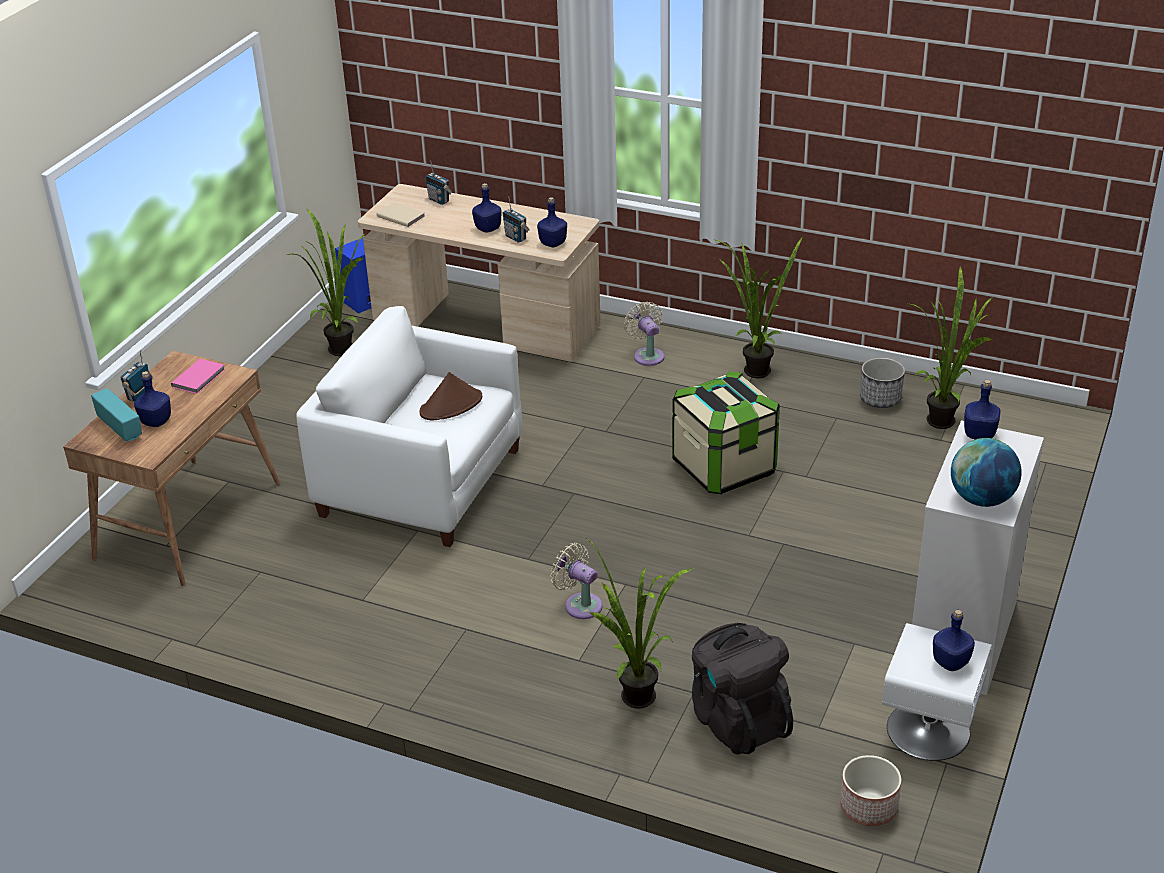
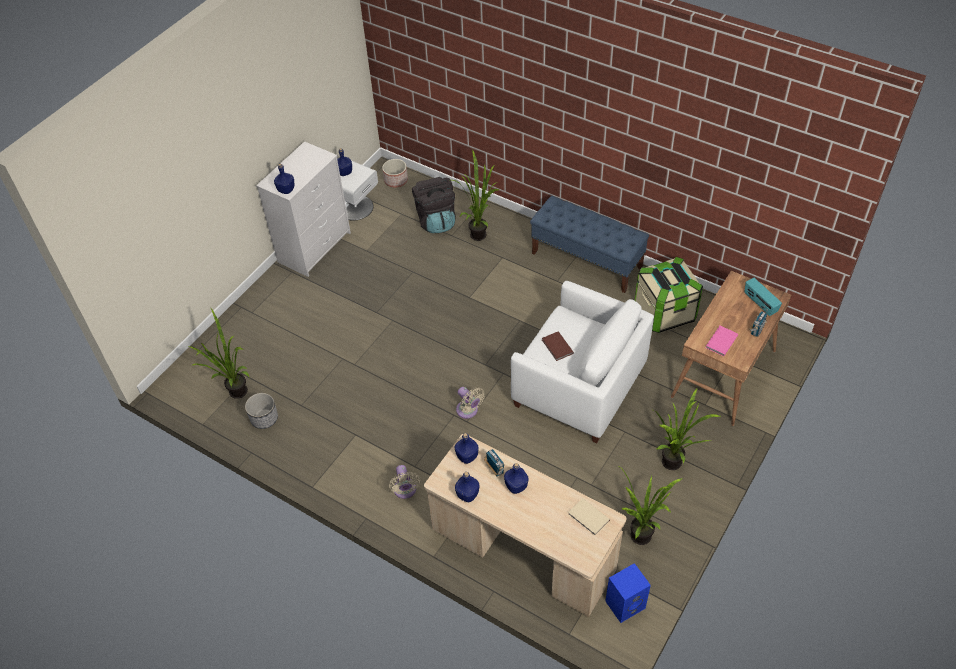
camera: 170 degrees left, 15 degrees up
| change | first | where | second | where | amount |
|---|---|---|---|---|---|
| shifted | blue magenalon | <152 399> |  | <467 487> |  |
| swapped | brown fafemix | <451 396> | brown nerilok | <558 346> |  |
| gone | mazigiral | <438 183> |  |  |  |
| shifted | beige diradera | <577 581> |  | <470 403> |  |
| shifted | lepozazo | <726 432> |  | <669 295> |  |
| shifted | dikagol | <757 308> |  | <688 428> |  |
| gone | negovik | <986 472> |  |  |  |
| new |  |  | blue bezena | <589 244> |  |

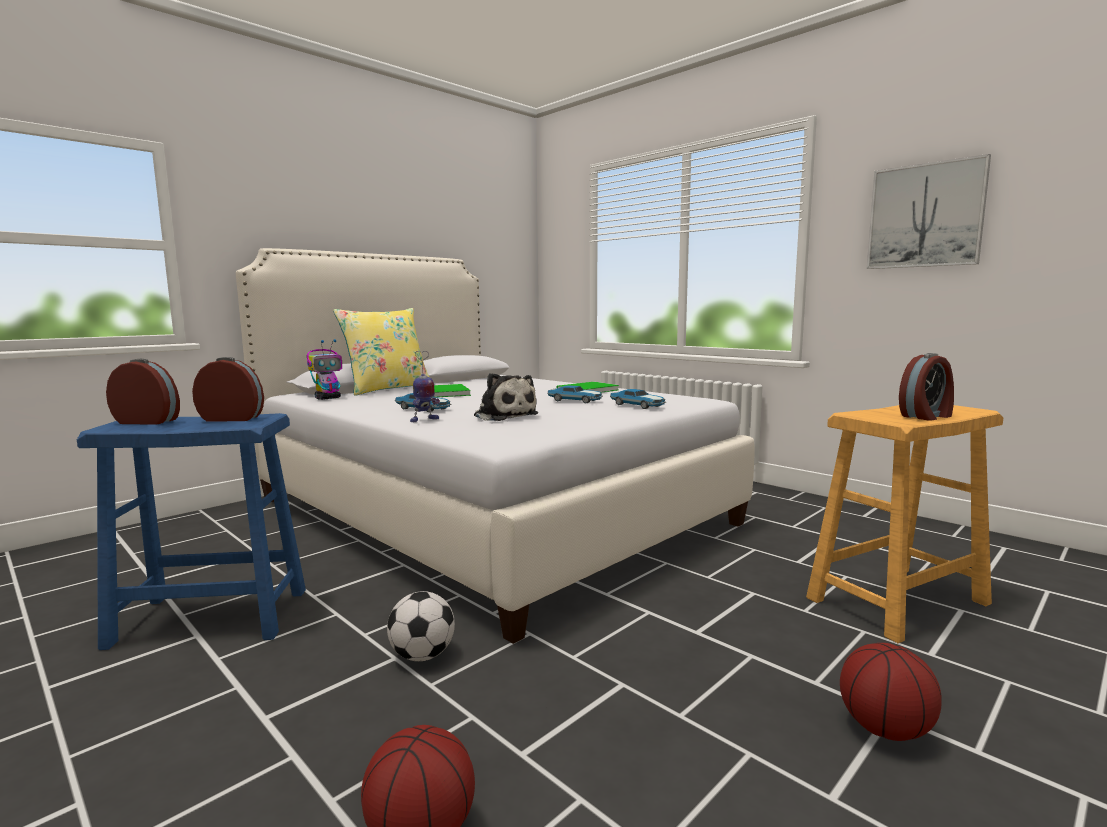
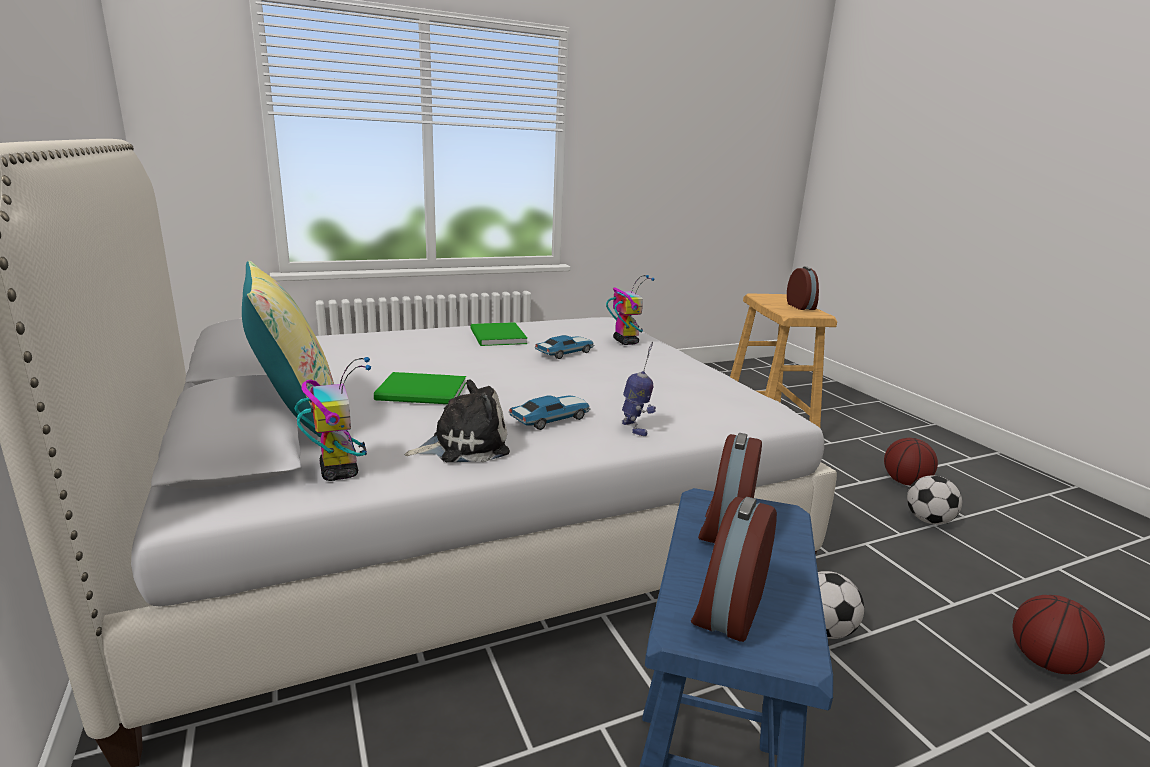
camera: 70 degrees left, 10 degrees up
| change | first | where | second | where | amount |
|---|---|---|---|---|---|
| shifted | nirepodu | <506 397> |  | <457 420> |  |
| swapped | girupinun | <638 399> | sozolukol | <630 310> |  |
| gone | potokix | <929 211> |  |  |  |
| new |  |  | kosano | <934 500> |  |

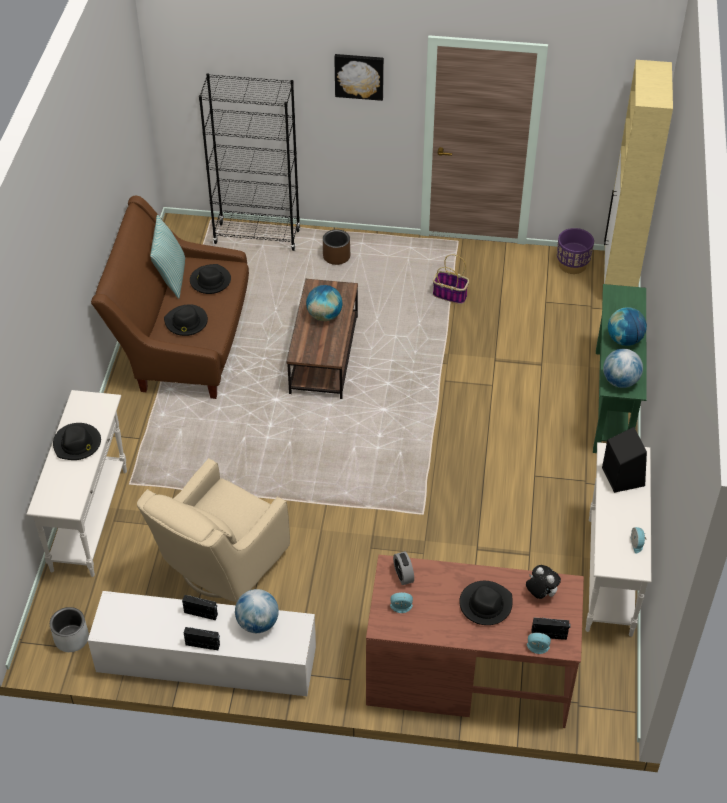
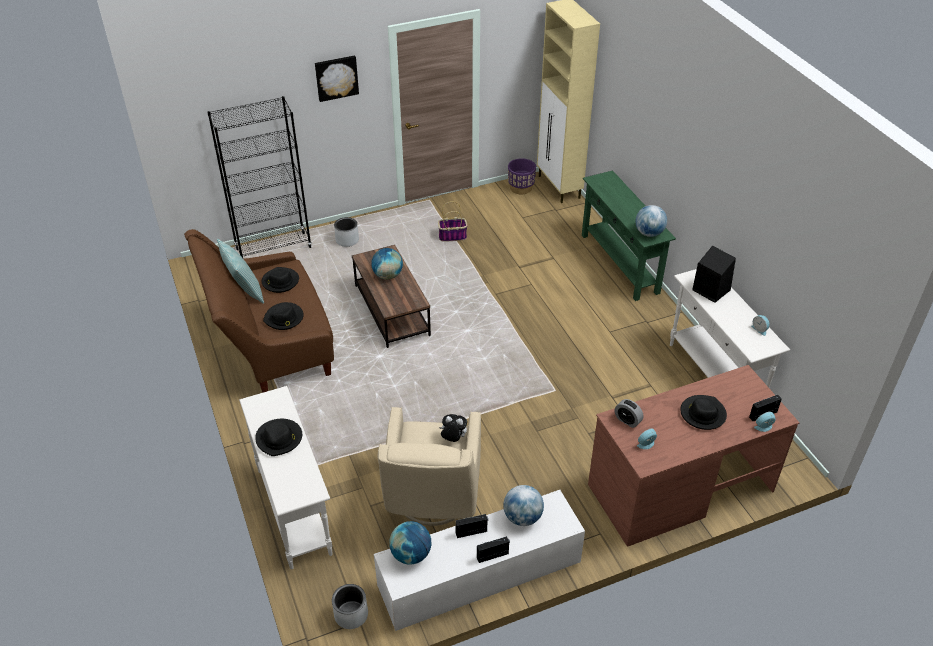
camera: 30 degrees left, 5 degrees down
| change | first | where | second | where | amount |
|---|---|---|---|---|---|
| repainted | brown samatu | <336 247> | grey samatu | <346 232> |  |
| shifted | nirepodu | <543 582> |  | <453 428> |  |
| shifted | negovik | <627 326> |  | <410 543> |  |

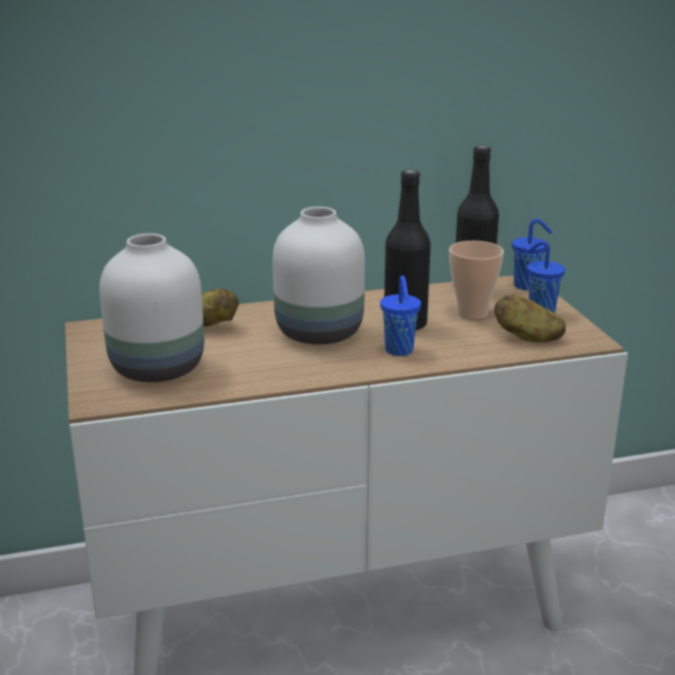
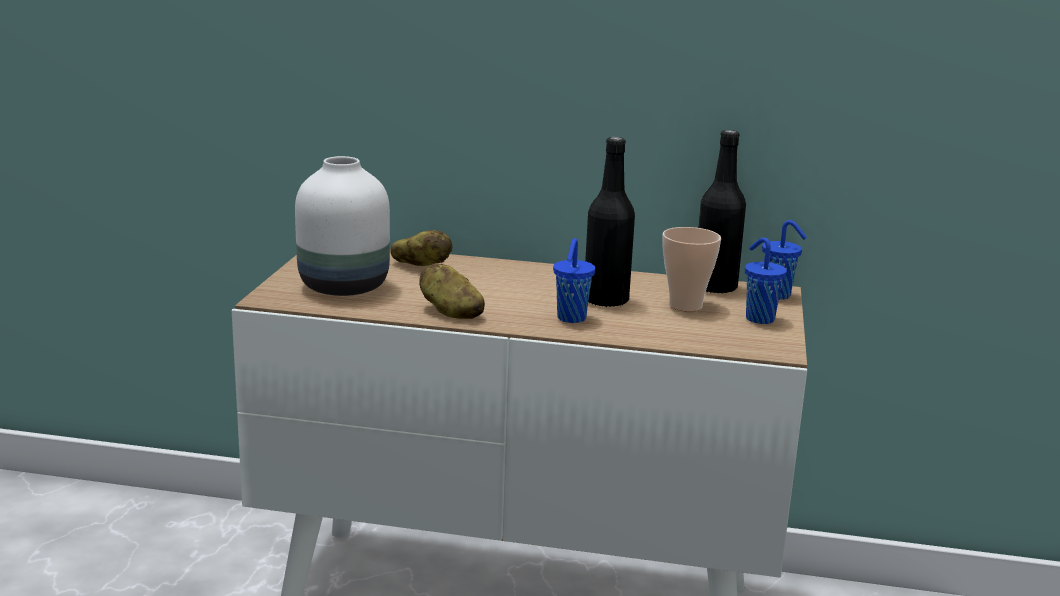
camera: 25 degrees right, 5 degrees down
| change | first | where | second | where | amount |
|---|---|---|---|---|---|
| gone | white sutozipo | <319 276> |  |  |  |
| shifted | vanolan | <530 319> |  | <452 291> |  |

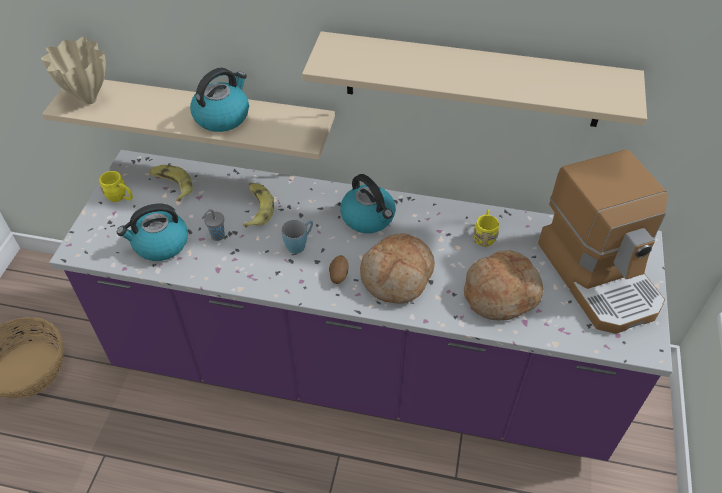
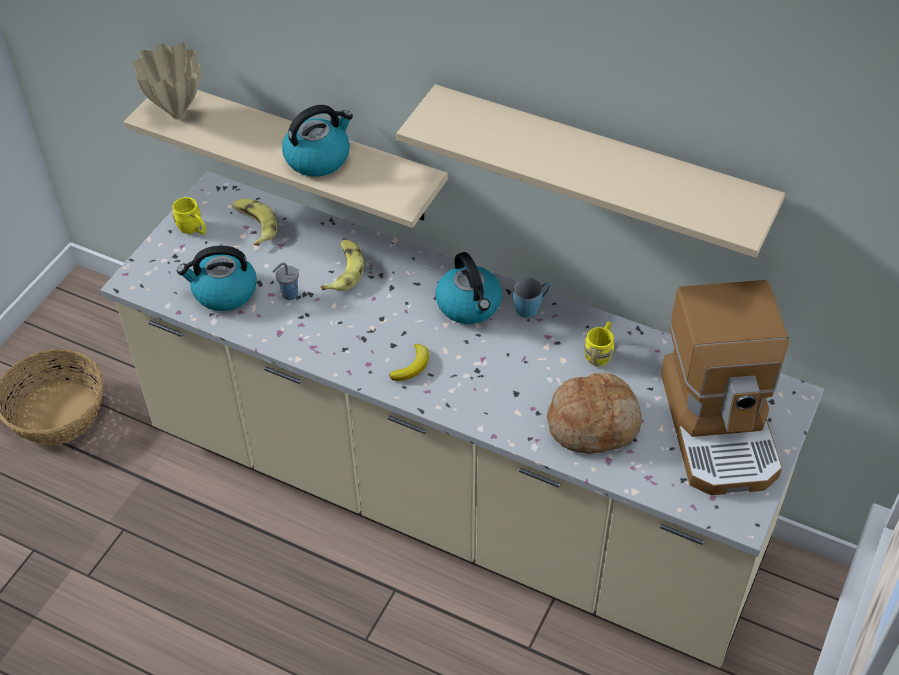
camera: 15 degrees right, 0 degrees up
| change | first | where | second | where | amount |
|---|---|---|---|---|---|
| repainted | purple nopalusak | <360 305> | beige nopalusak | <462 419> |  |
| shifted | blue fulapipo | <297 237> |  | <532 298> |  |
| swapped | vanolan | <339 269> | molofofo | <409 362> |  |
| gone | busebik | <397 268> |  |  |  |

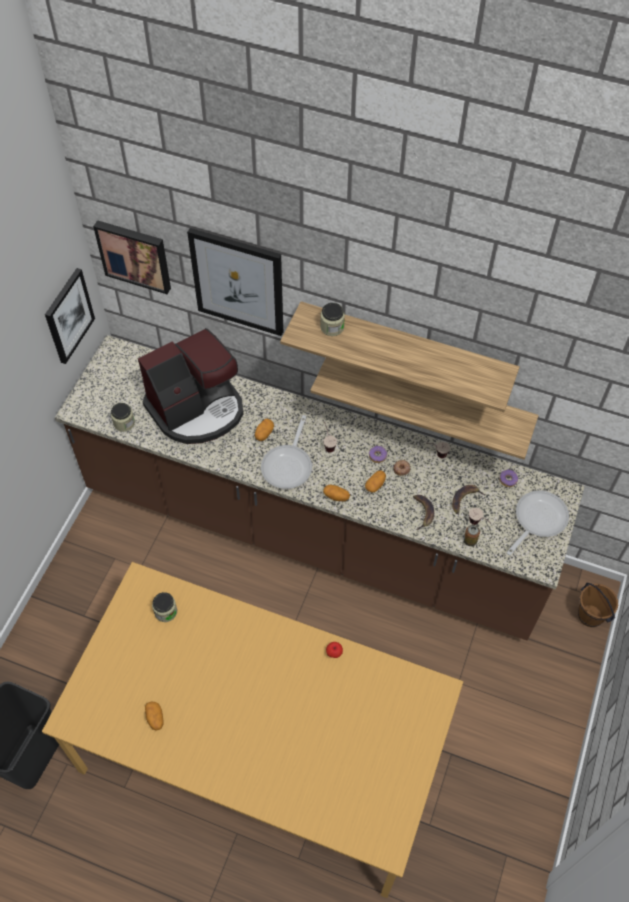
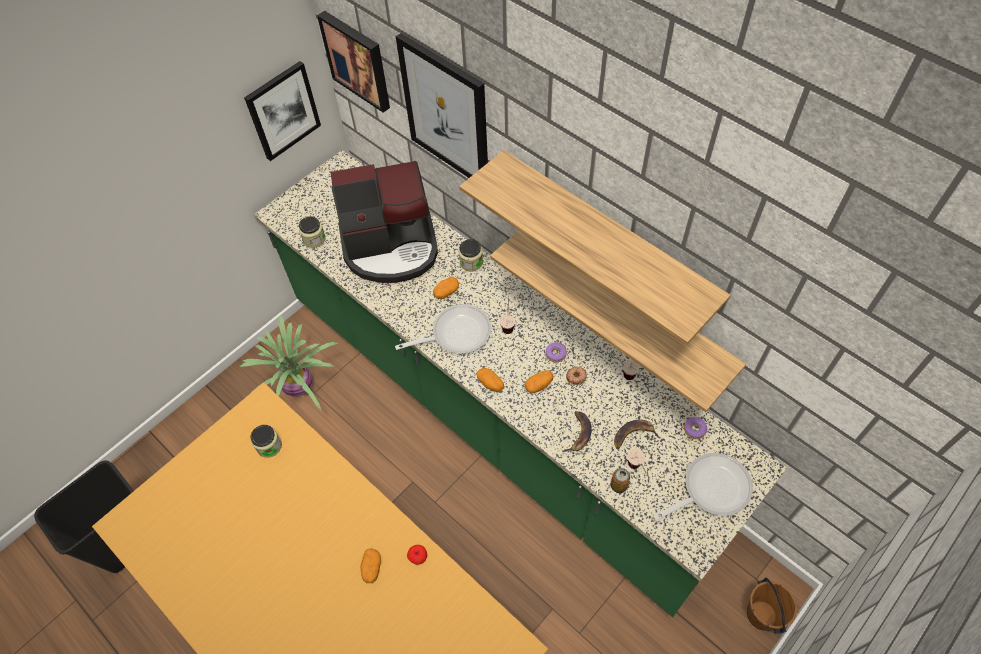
camera: 25 degrees right, 0 degrees up
| change | first | where | second | where | amount |
|---|---|---|---|---|---|
| repainted | brown nopalusak | <320 488> | green nopalusak | <520 383> |  |
| shifted | vanolan | <154 716> |  | <370 565> |  |
| rotated | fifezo | <286 452> |  | <443 328> | 150 degrees counterclockwise |
| shifted | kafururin | <332 319> |  | <471 255> |  |
| new |  |  | dikagol | <289 362> |  |

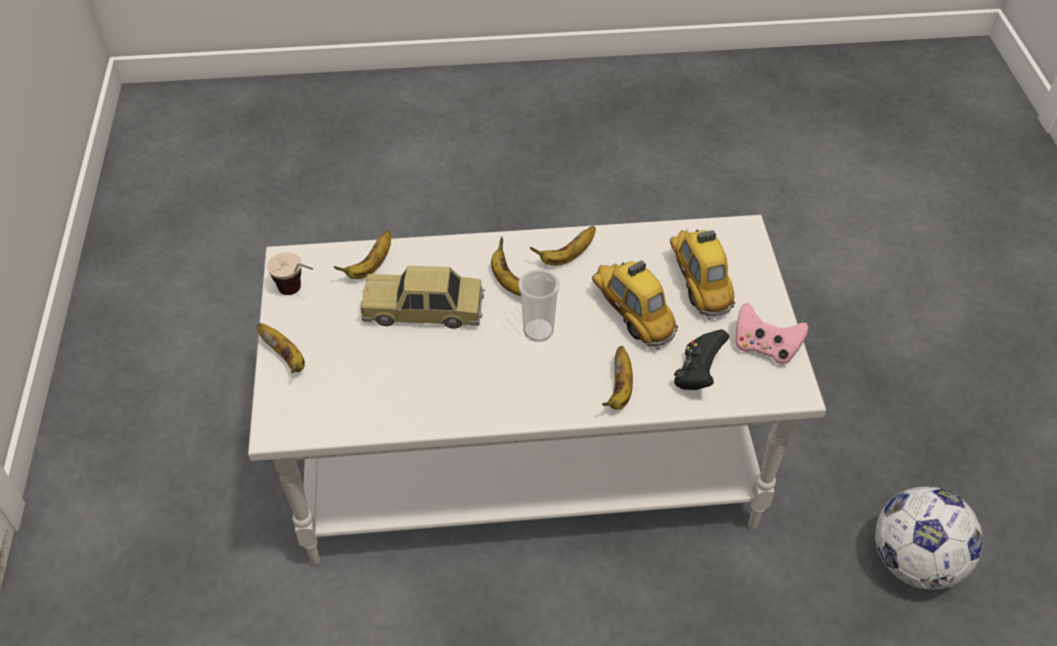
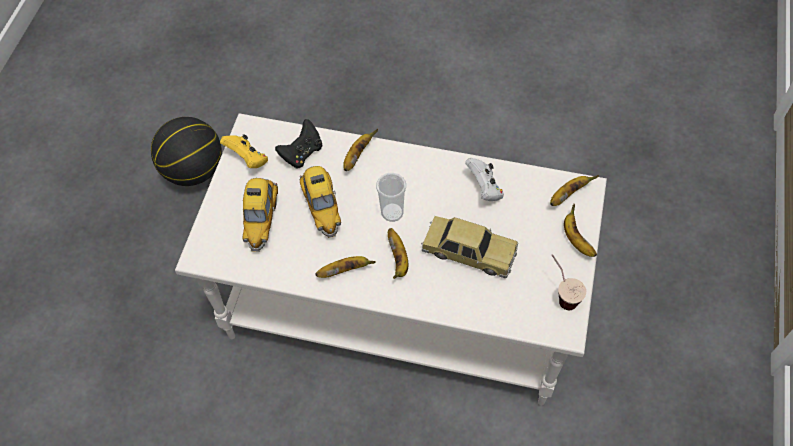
camera: 160 degrees left, 10 degrees up
| change | first | where | second | where | amount |
|---|---|---|---|---|---|
| shifted | molofofo | <362 254> |  | <574 190> |  |
| repainted | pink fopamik | <771 334> | yellow fopamik | <244 151> |  |
| swapped | kosano | <929 538> | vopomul | <186 151> |  |
| new |  |  | white fopamik | <484 179> |  |

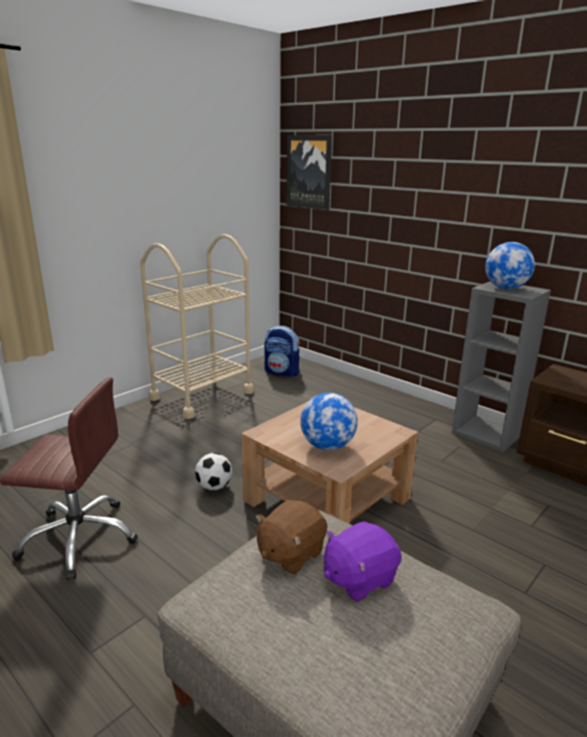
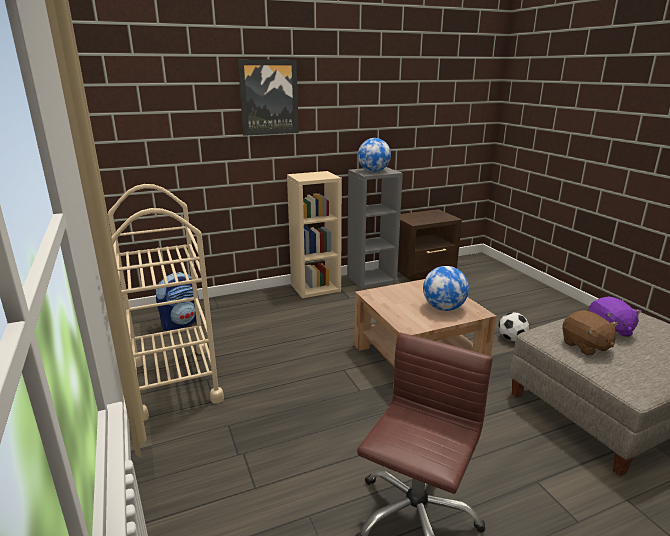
camera: 65 degrees left, 0 degrees up
| change | first | where | second | where | amount |
|---|---|---|---|---|---|
| shifted | kosano | <213 471> |  | <514 326> |  |
| shifted | potokix | <309 172> |  | <268 97> |  |
| new |  |  | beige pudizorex | <314 234> |  |

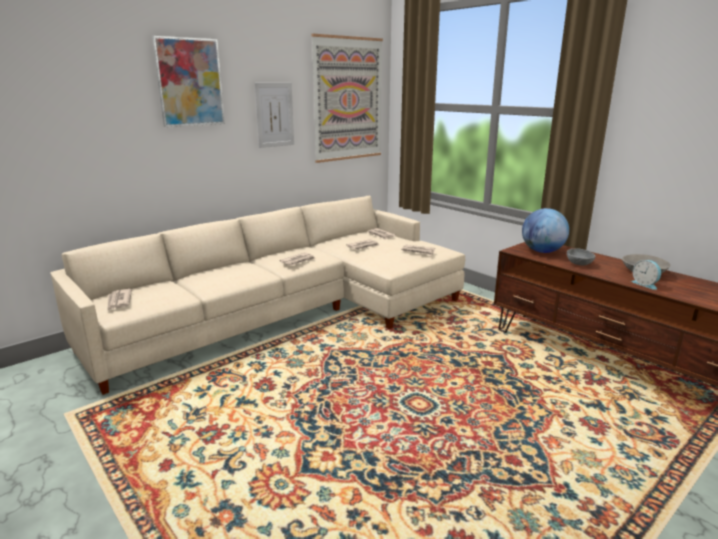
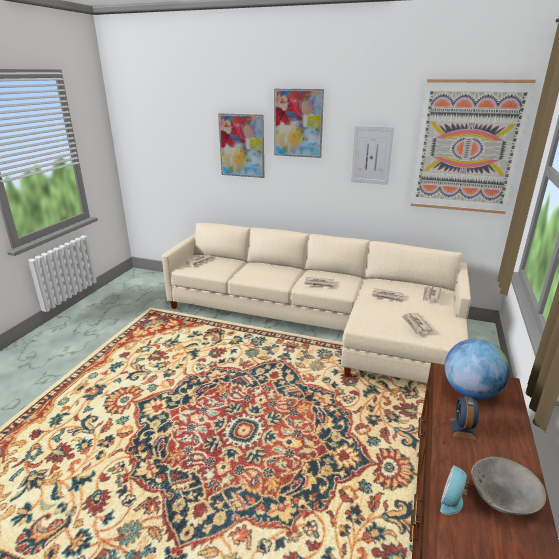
camera: 60 degrees right, 5 degrees up
| change | first | where | second | where | amount |
|---|---|---|---|---|---|
| swapped | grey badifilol | <581 256> | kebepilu | <464 418> |  |
| new |  |  | potokix | <241 145> |  |

